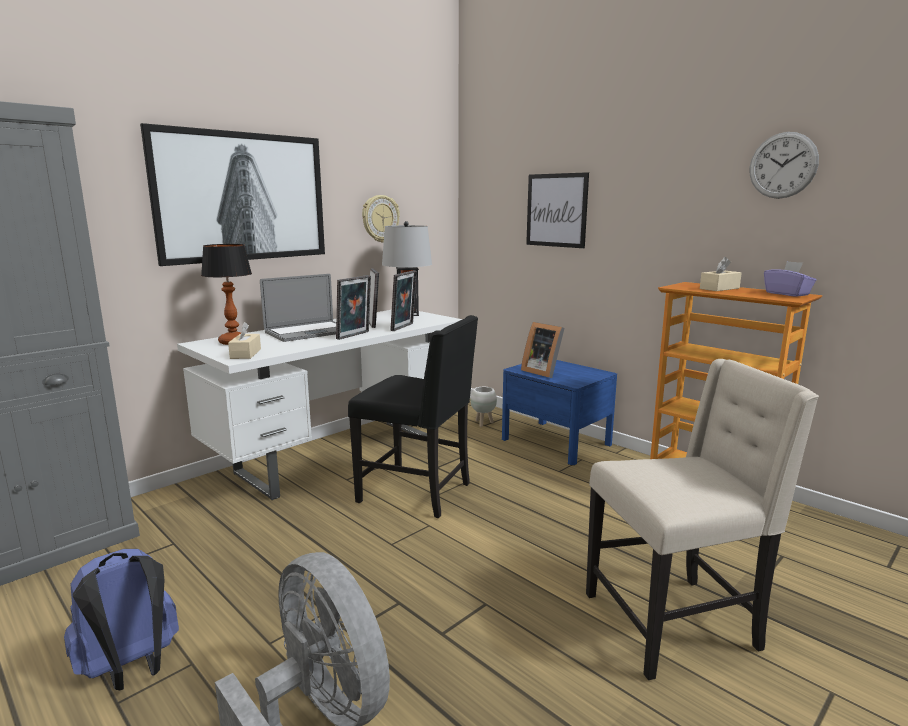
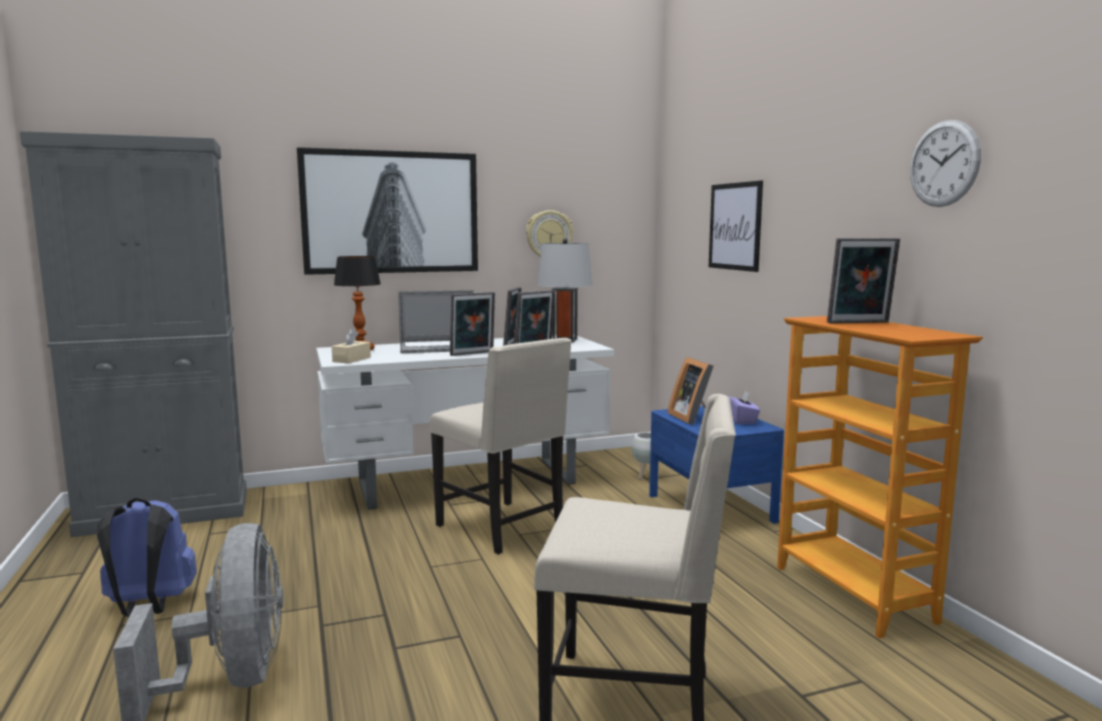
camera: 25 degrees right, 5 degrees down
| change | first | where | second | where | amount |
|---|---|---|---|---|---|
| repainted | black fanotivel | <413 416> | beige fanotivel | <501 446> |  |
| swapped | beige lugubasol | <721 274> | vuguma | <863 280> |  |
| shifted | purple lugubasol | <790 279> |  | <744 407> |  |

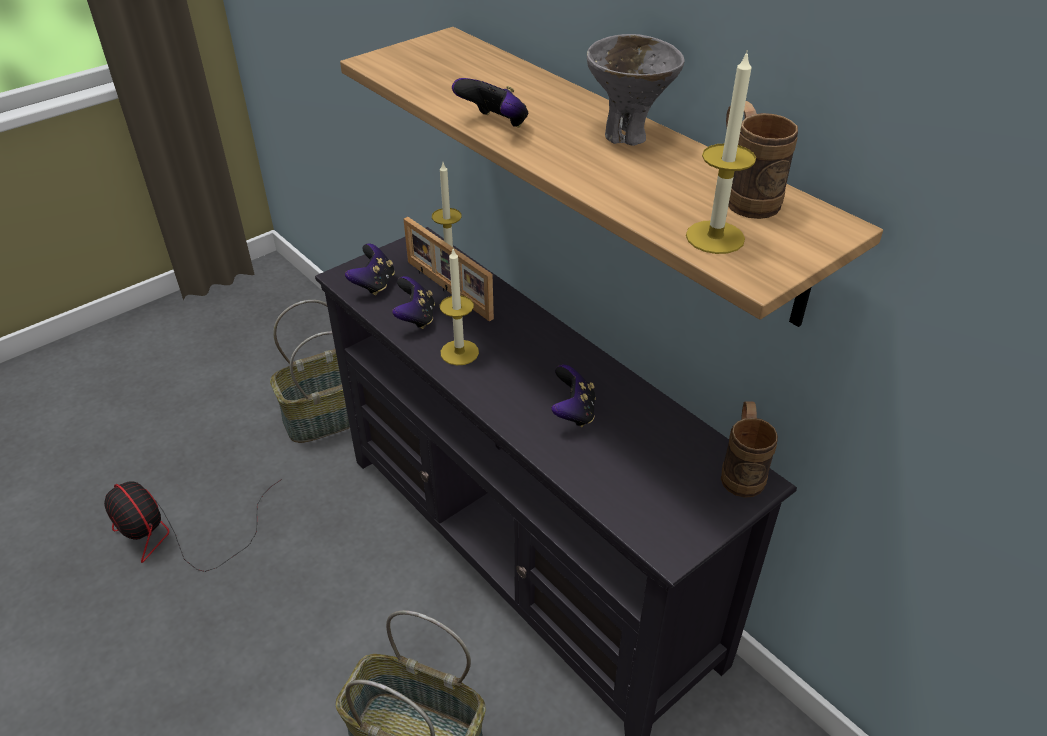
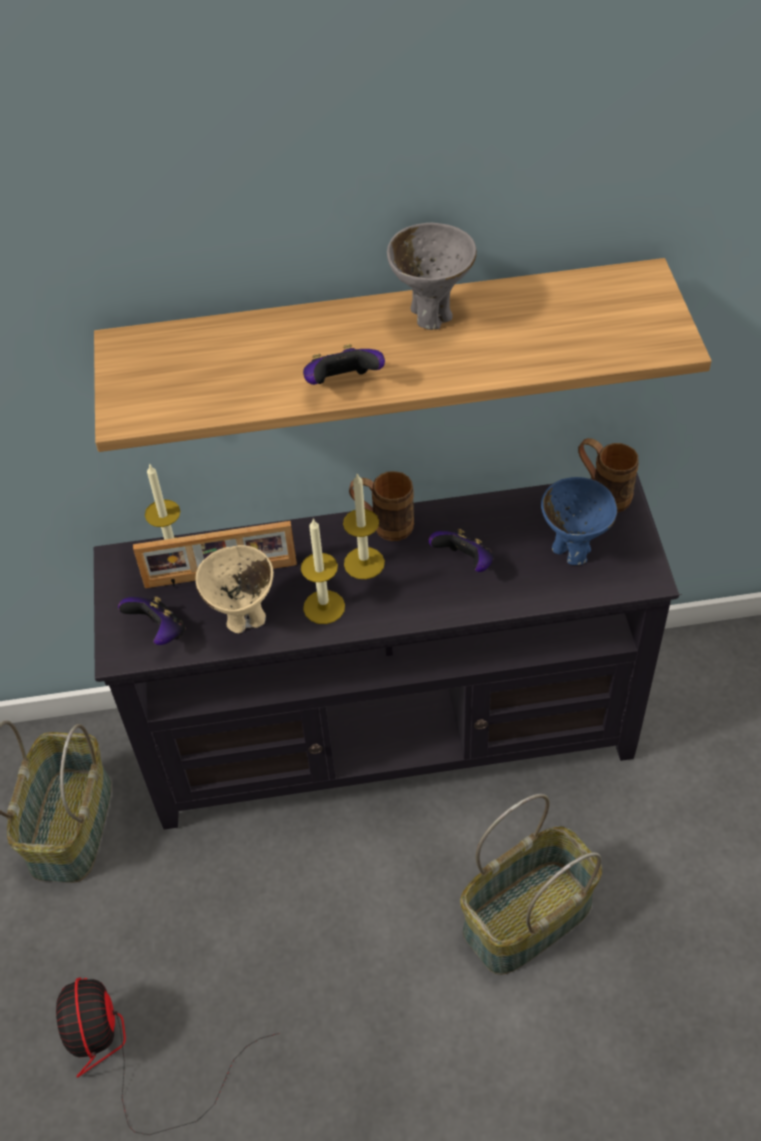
camera: 55 degrees left, 10 degrees up
| change | first | where | second | where | amount |
|---|---|---|---|---|---|
| rotated | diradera | <193 525> |  | <167 1056> | 90 degrees clockwise |
| swapped | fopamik | <413 302> | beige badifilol | <234 589> |  |
| shifted | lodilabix | <721 153> |  | <364 526> |  |
| shifted | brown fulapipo | <762 160> |  | <381 506> |  |
| new |  |  | blue badifilol | <579 521> |  |

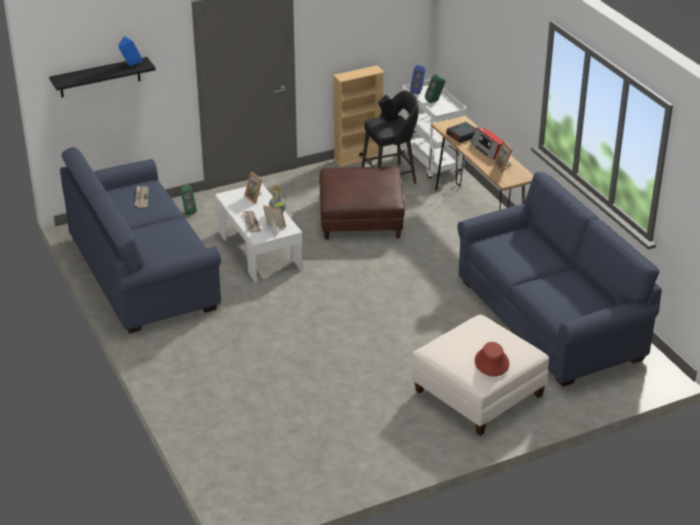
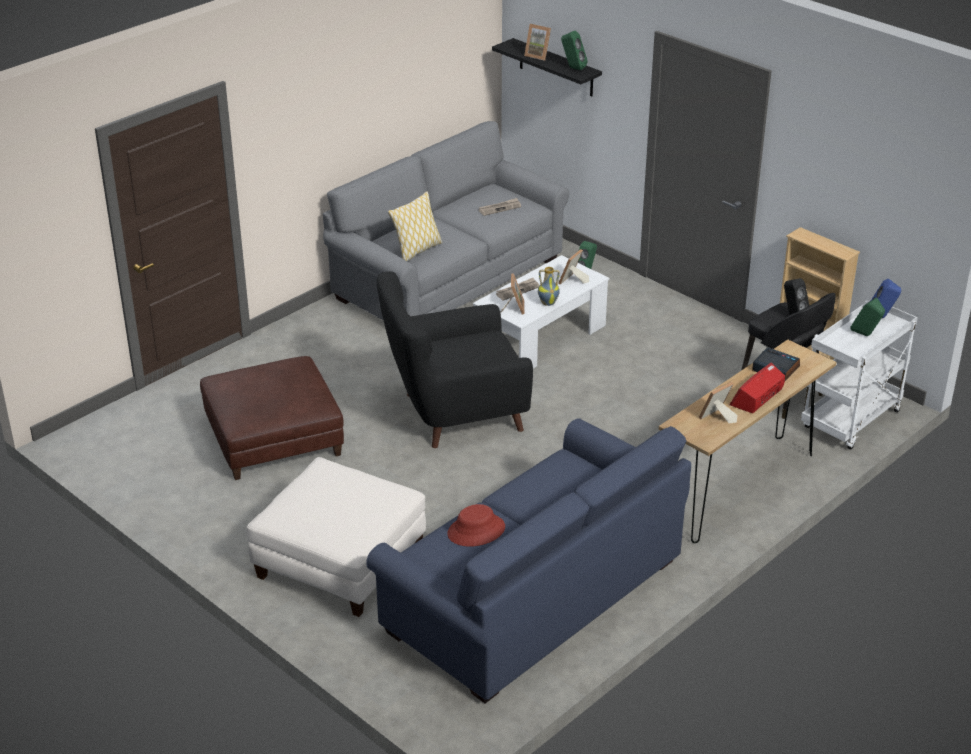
camera: 70 degrees right, 0 degrees up
| change | first | where | second | where | amount |
|---|---|---|---|---|---|
| repainted | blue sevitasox | <140 240> | grey sevitasox | <446 221> |  |
| repainted | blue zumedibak | <130 51> | green zumedibak | <574 50> |  |
| shifted | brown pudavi | <362 203> |  | <272 418> |  |
| shifted | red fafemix | <492 359> |  | <476 525> |  |
| new |  |  | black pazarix | <455 359> |  |
| new |  |  | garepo | <415 226> |  |
| new |  |  | vuguma | <537 42> |  |

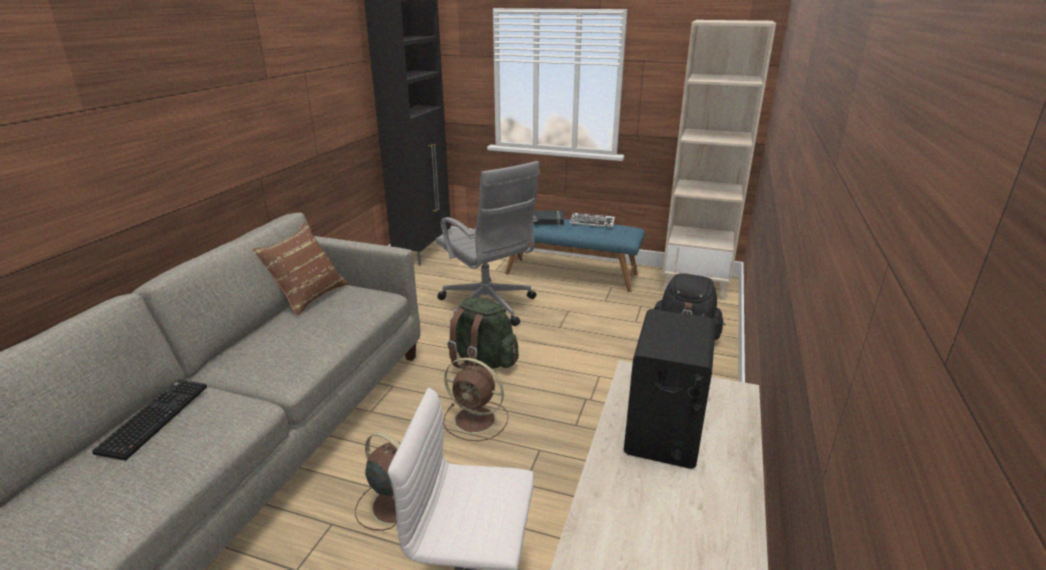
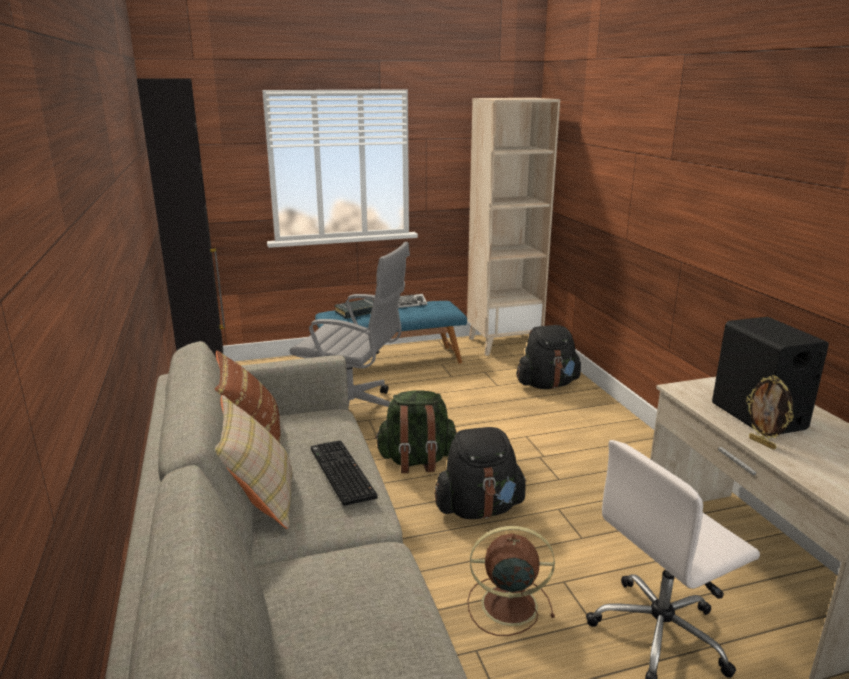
camera: 35 degrees left, 5 degrees down
| change | first | where | second | where | amount |
|---|---|---|---|---|---|
| shifted | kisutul | <149 420> |  | <344 473> |  |
| swapped | brown diradera | <476 399> | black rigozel | <481 473> |  |
| new |  |  | beige garepo | <253 462> |  |
| new |  |  | vuguma | <770 412> |  |

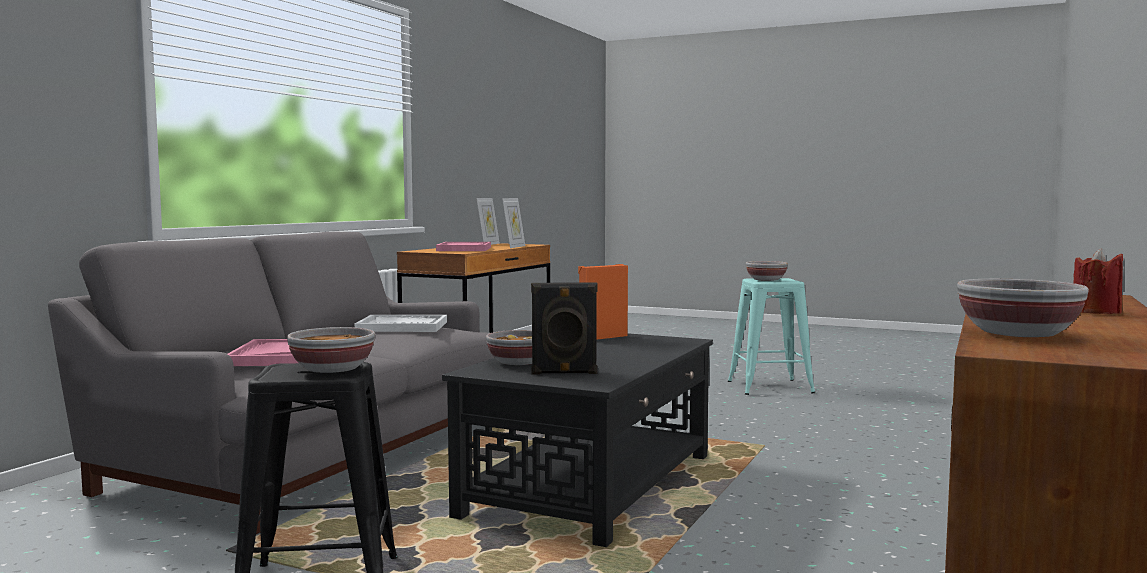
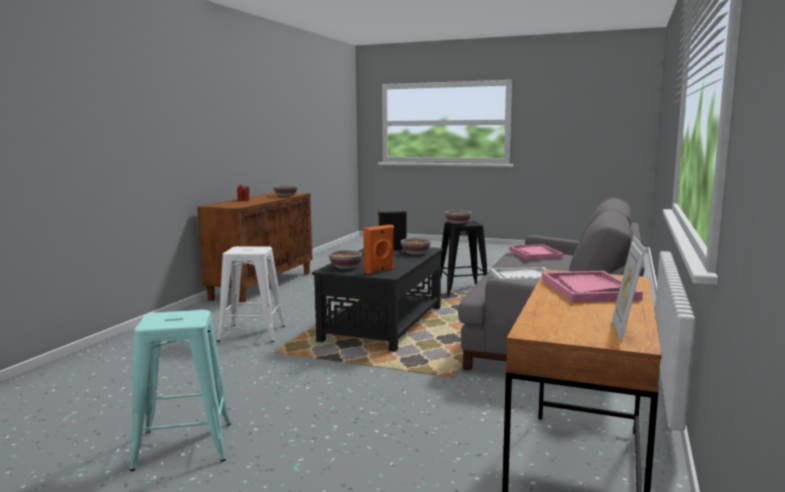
camera: 175 degrees right, 5 degrees up
| change | first | where | second | where | amount |
|---|---|---|---|---|---|
| gone | vuguma | <513 223> |  |  |  |
| shifted | badifilol | <767 271> |  | <345 259> |  |
| new |  |  | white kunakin | <251 294> |  |

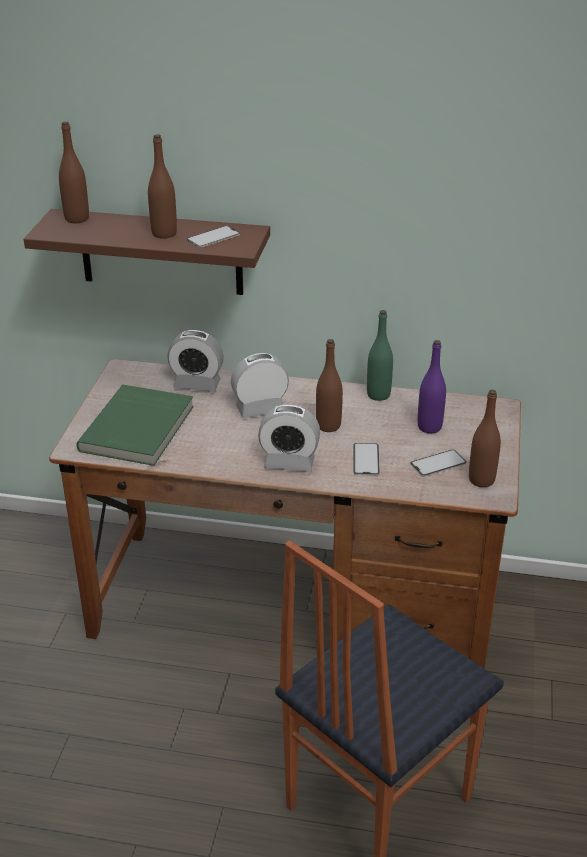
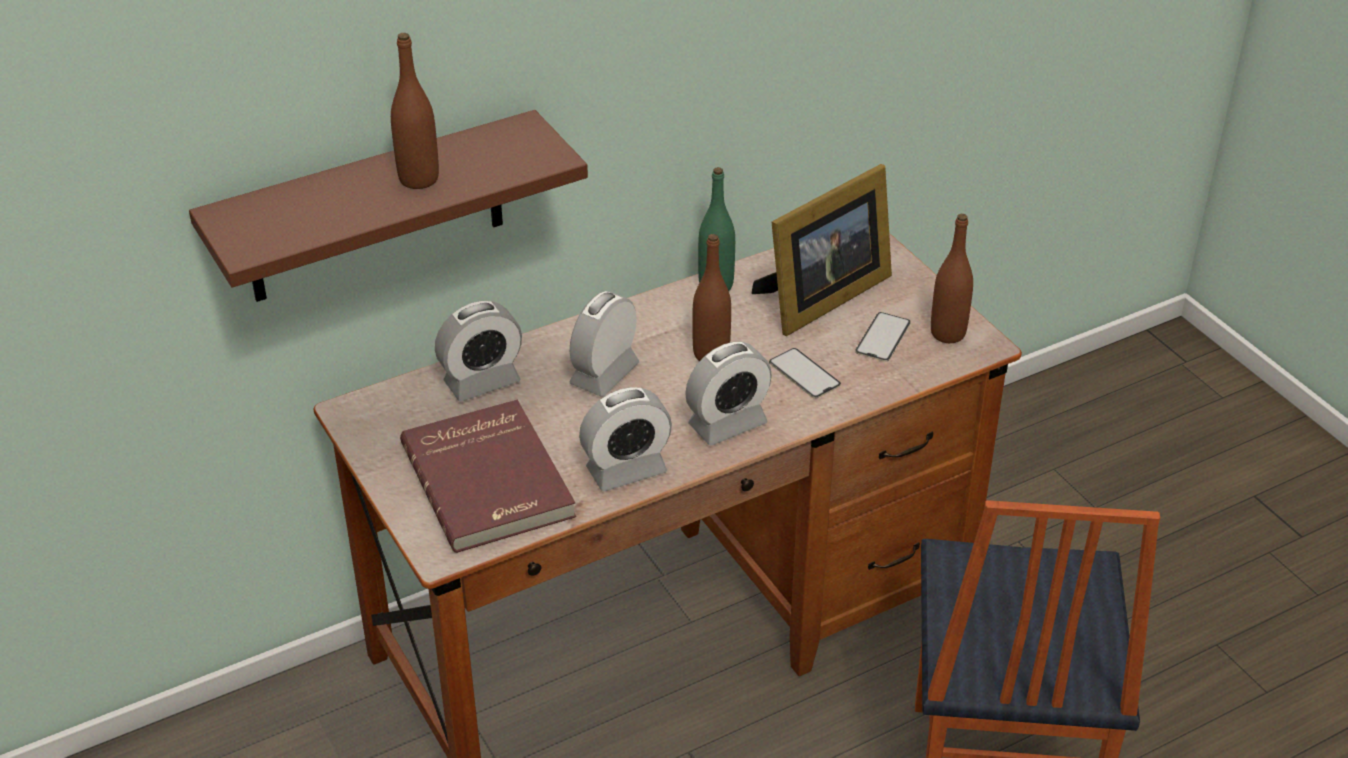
camera: 40 degrees left, 5 degrees up
| change | first | where | second | where | amount |
|---|---|---|---|---|---|
| gone | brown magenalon | <74 172> |  |  |  |
| repainted | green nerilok | <135 425> | red nerilok | <488 476> |  |
| gone | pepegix | <213 237> |  |  |  |
| swapped | purple magenalon | <432 386> | vuguma | <822 250> |  |
| new |  |  | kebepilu | <625 439> |  |

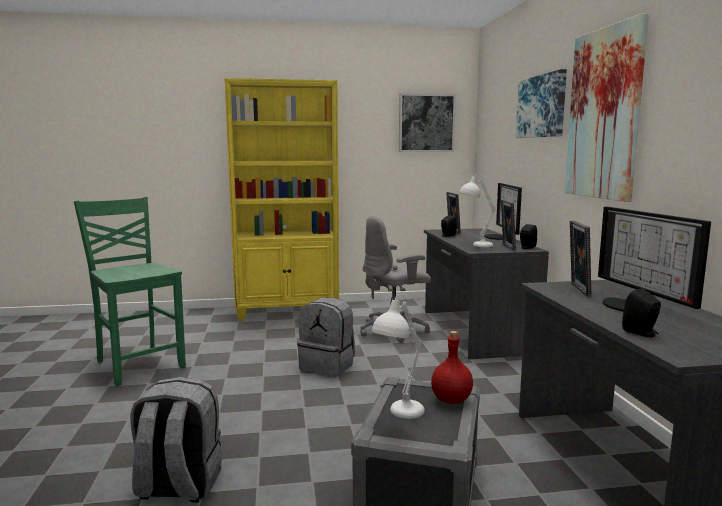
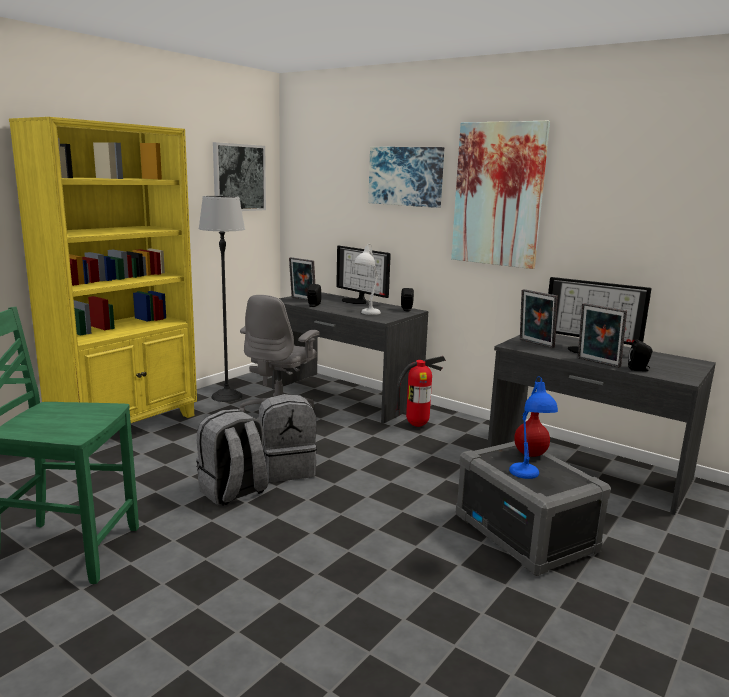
camera: 45 degrees left, 5 degrees up
| change | first | where | second | where | amount |
|---|---|---|---|---|---|
| shifted | grey rigozel | <176 440> |  | <232 457> |  |
| repainted | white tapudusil | <398 357> | blue tapudusil | <533 428> |  |
| shifted | vuguma | <508 225> |  | <602 335> |  |
| new |  |  | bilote | <222 299> |  |
| new |  |  | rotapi | <420 391> |  |

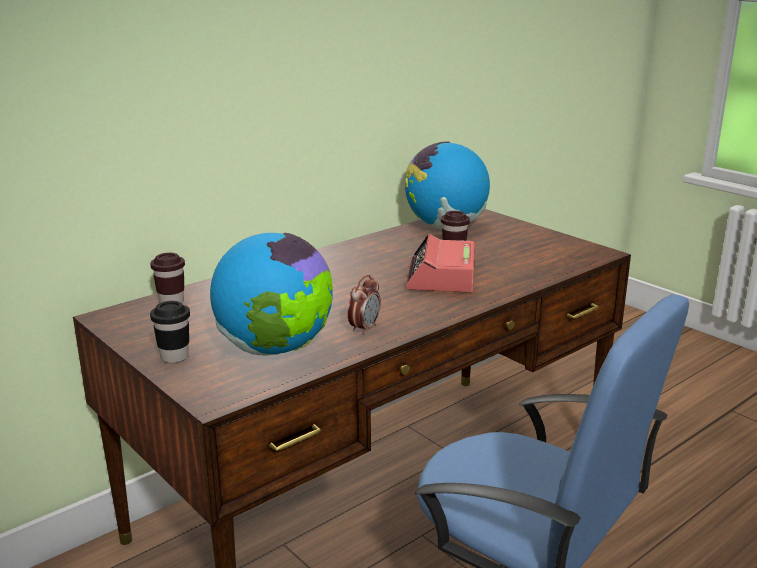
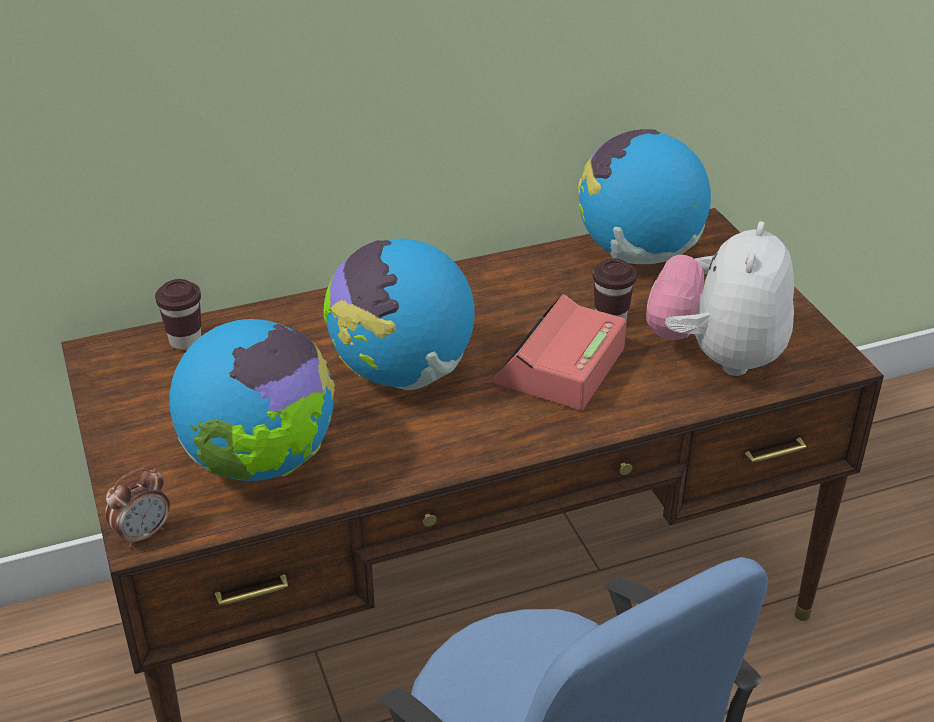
camera: 20 degrees right, 15 degrees up
| change | first | where | second | where | amount |
|---|---|---|---|---|---|
| gone | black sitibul | <170 332> |  |  |  |
| shifted | kebepilu | <364 305> |  | <137 508> |  |
| new |  |  | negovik | <399 314> |  |
| new |  |  | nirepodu | <720 298> |  |

